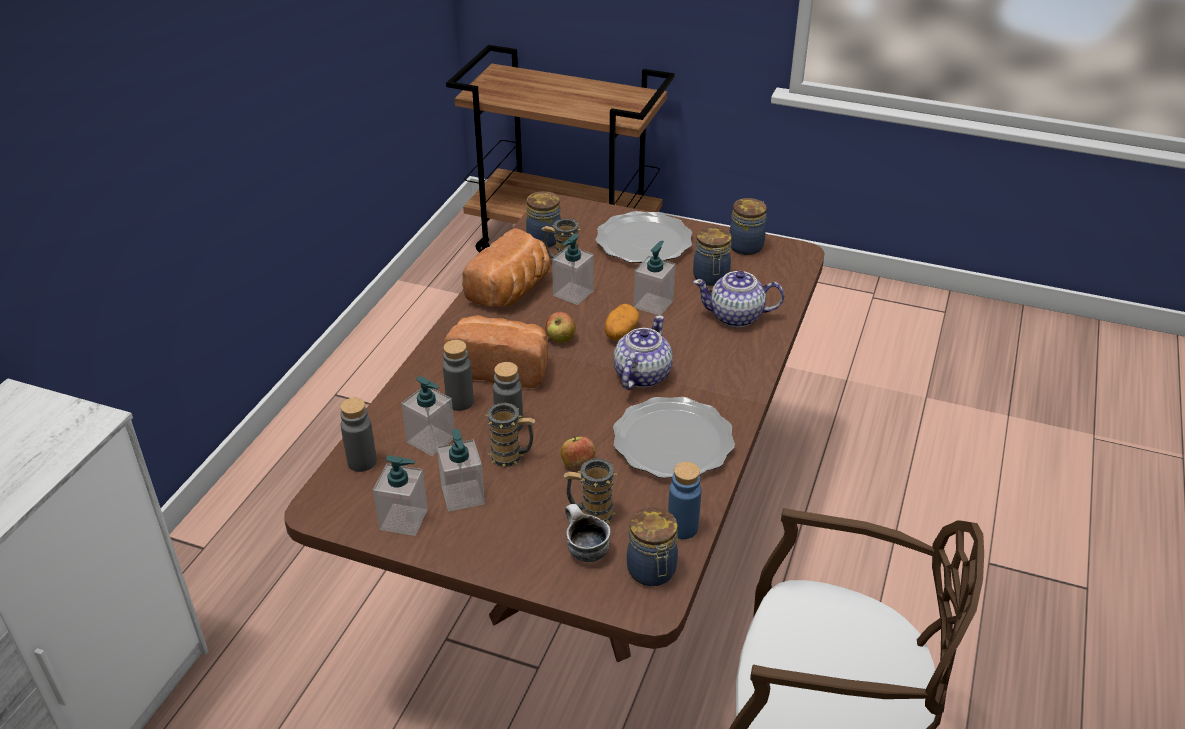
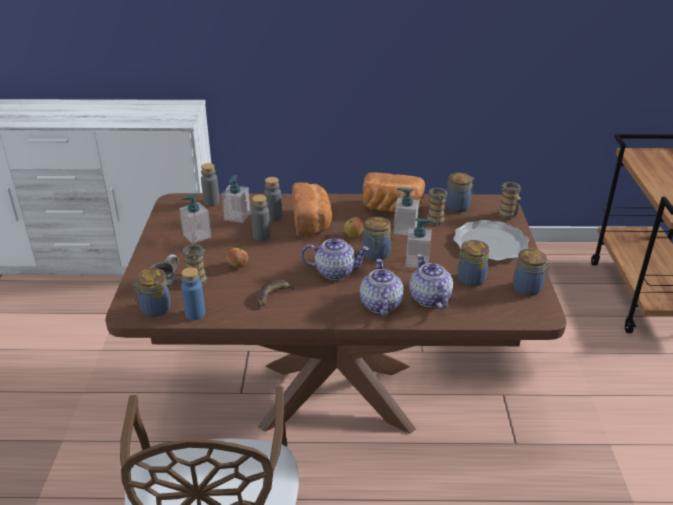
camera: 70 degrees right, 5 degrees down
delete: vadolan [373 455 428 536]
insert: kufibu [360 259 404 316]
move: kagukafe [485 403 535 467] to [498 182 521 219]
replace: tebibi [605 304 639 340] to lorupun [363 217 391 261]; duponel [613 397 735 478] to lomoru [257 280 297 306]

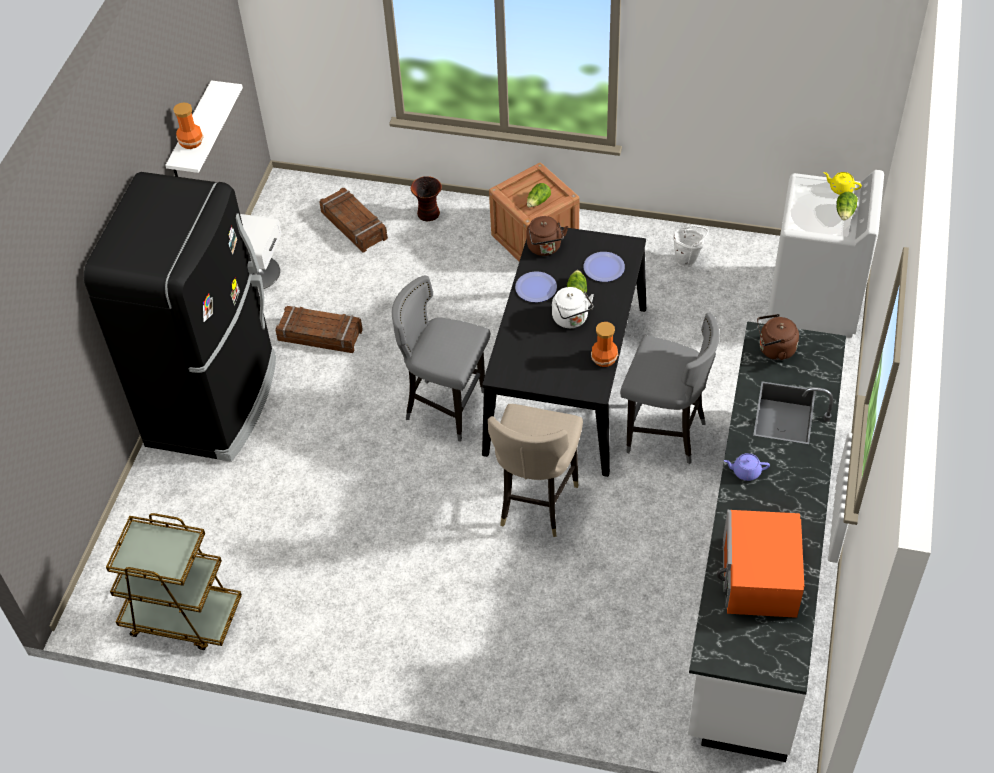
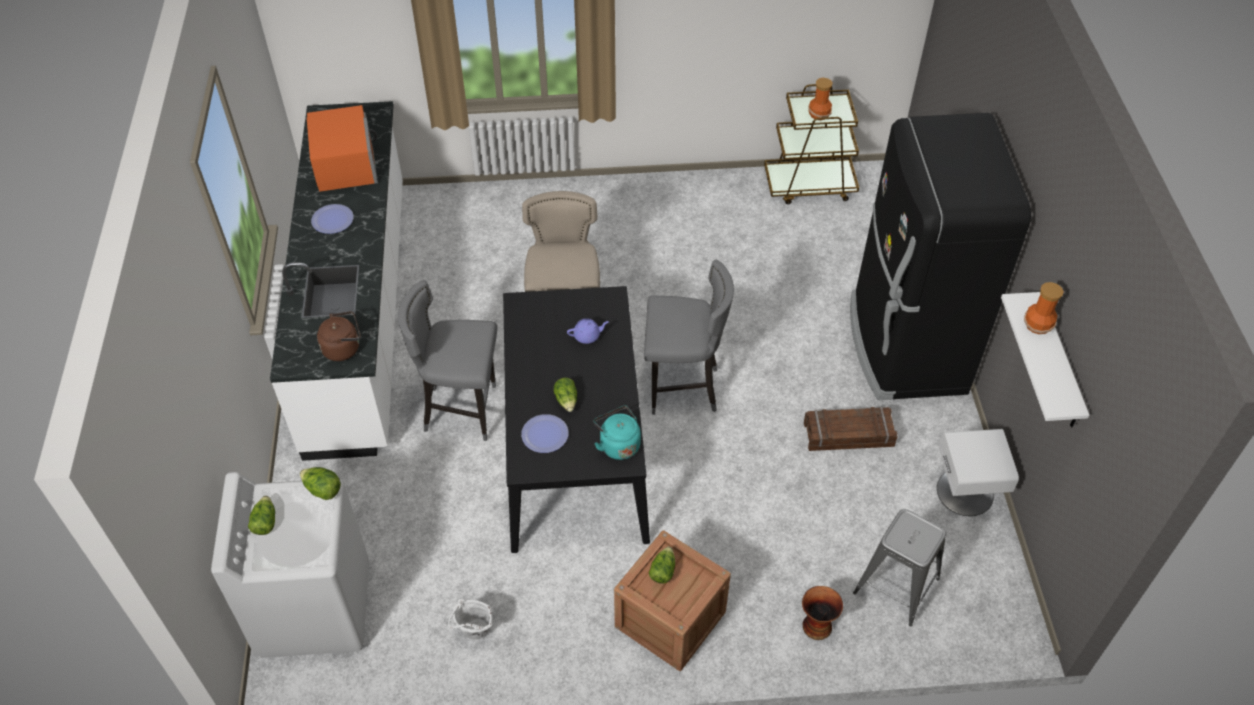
camera: 160 degrees right, 0 degrees up
delete: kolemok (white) [552 287 594 328]; kufibu (yellow) [823 172 862 195]
insert: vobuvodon [300 467 341 500]
move: duponel [515 271 557 302] to [311 204 354 234]; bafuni [591 322 618 367] to [808 78 832 120]; kufibu (purple) [724 453 770 481] to [567 318 609 344]
replace: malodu [319 188 388 252] to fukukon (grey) [853 509 946 627]
recolor: kolemok (brown) [526 216 568 256] to kolemok (turquoise) [594 406 641 460]

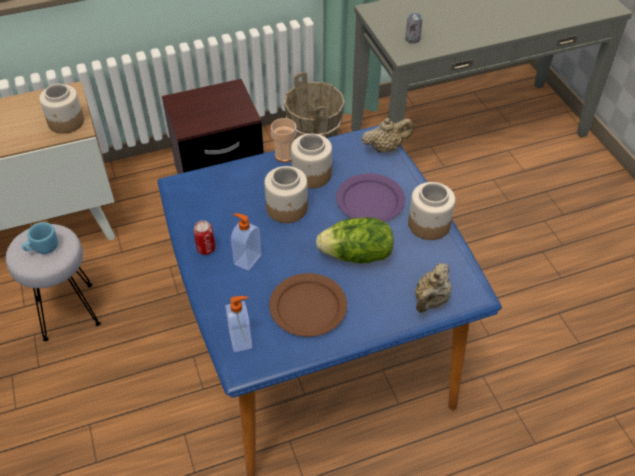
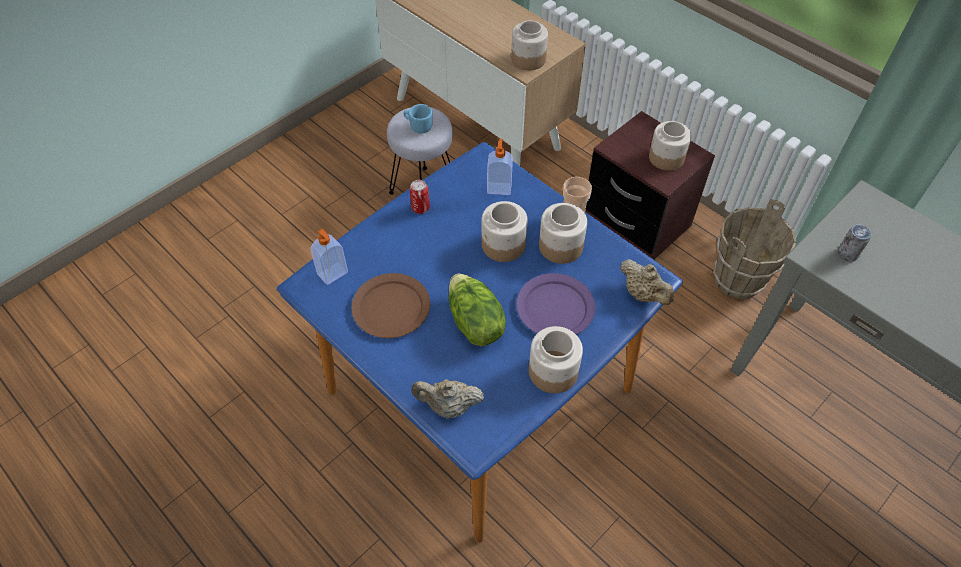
camera: 65 degrees right, 5 degrees up
insert: lorupun [649 121 691 171]
move: vadolan [231 213 262 271] to [487 139 513 195]

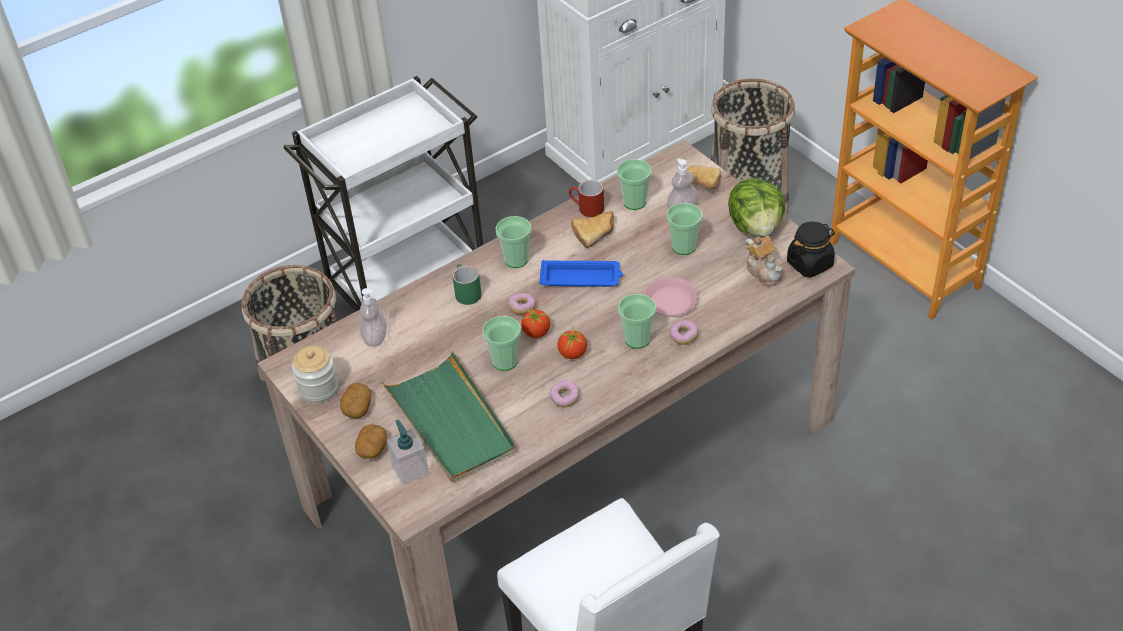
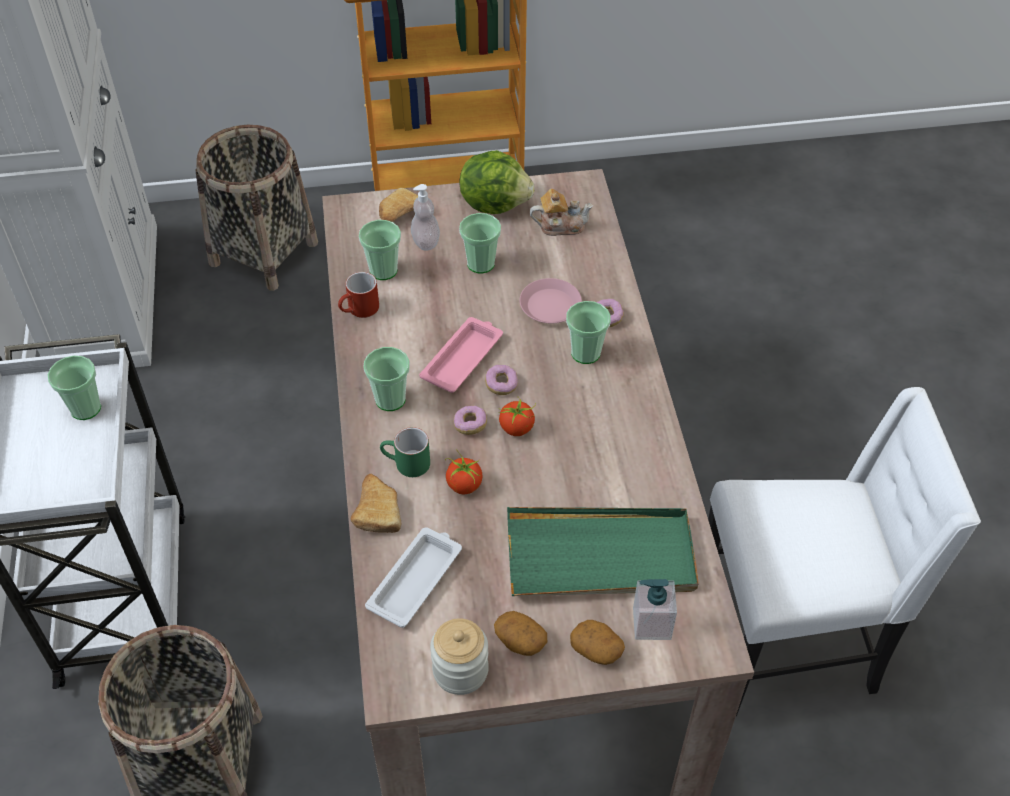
camera: 65 degrees left, 5 degrees up
delete: lorupun (black) [787 222 835 278]
move: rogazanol [482 316 521 371] to [47 356 101 420]; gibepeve [550 380 579 407] to [485 365 518 395]; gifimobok [557 324 587 359] to [445 451 482 494]; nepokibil [571 211 614 248] to [351 474 401 533]
replace: vadolan [360 288 387 347] to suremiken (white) [365 528 462 628]
recolor: suremiken (blue) [539 260 623 287] to suremiken (pink) [419 317 503 393]

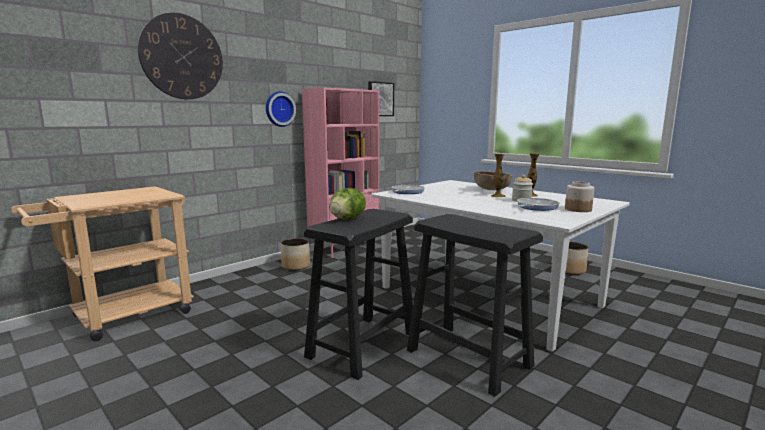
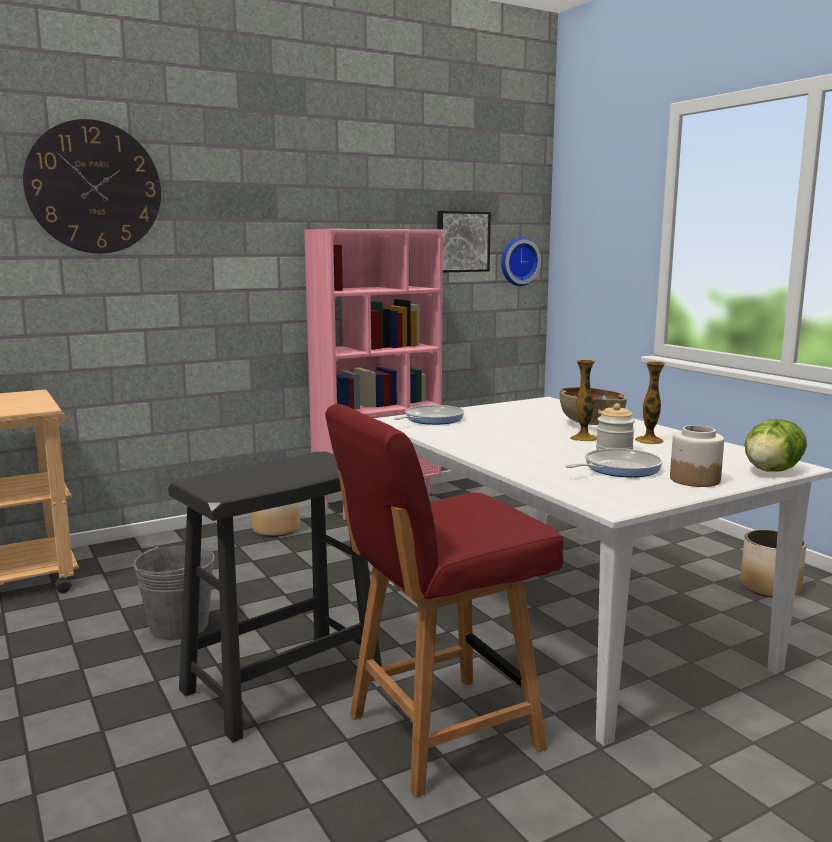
camera: 15 degrees right, 0 degrees up
insert: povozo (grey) [133 545 215 640]
move: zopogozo [266 91 296 127] to [501 237 541 286]; vobuvodon [329 188 366 219] to [745 419 807 472]
replace: fukukon (black) [407 214 543 397] to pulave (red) [325 404 563 798]

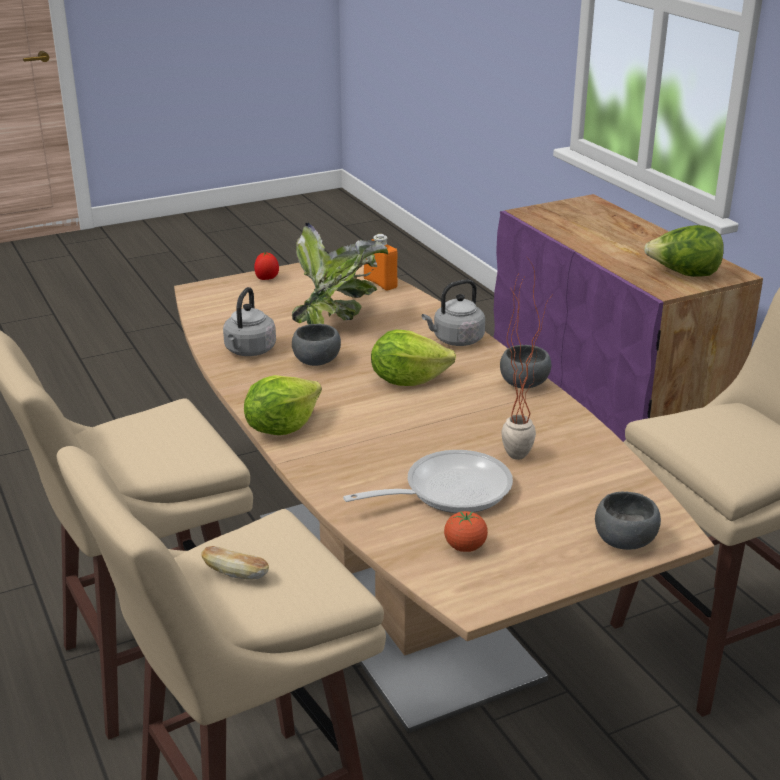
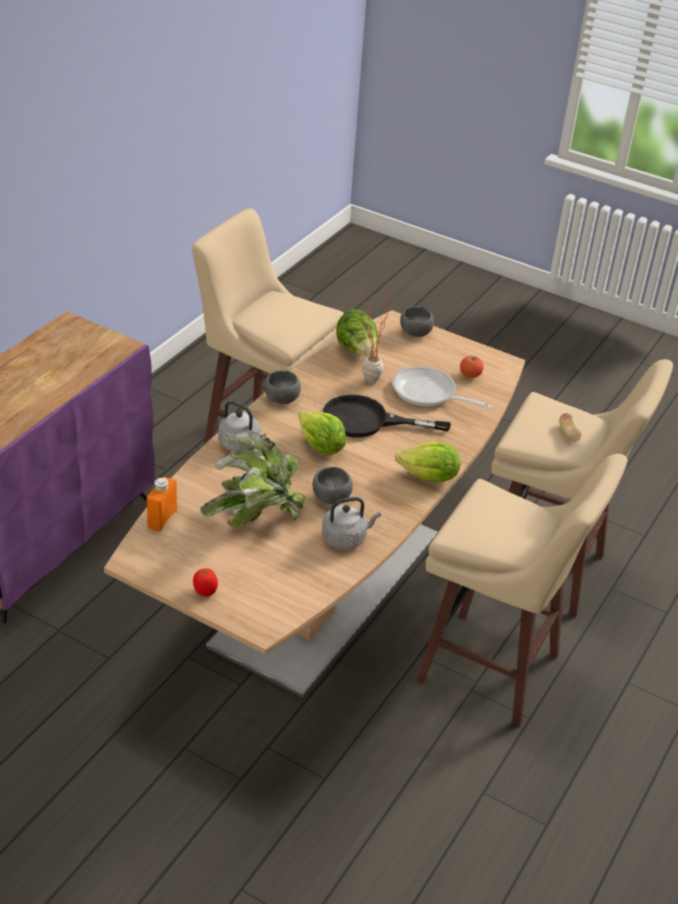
camera: 125 degrees left, 10 degrees up
insert: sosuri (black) [323 394 451 438]
move: vobuvodon [644 225 724 277] to [336 309 379 356]

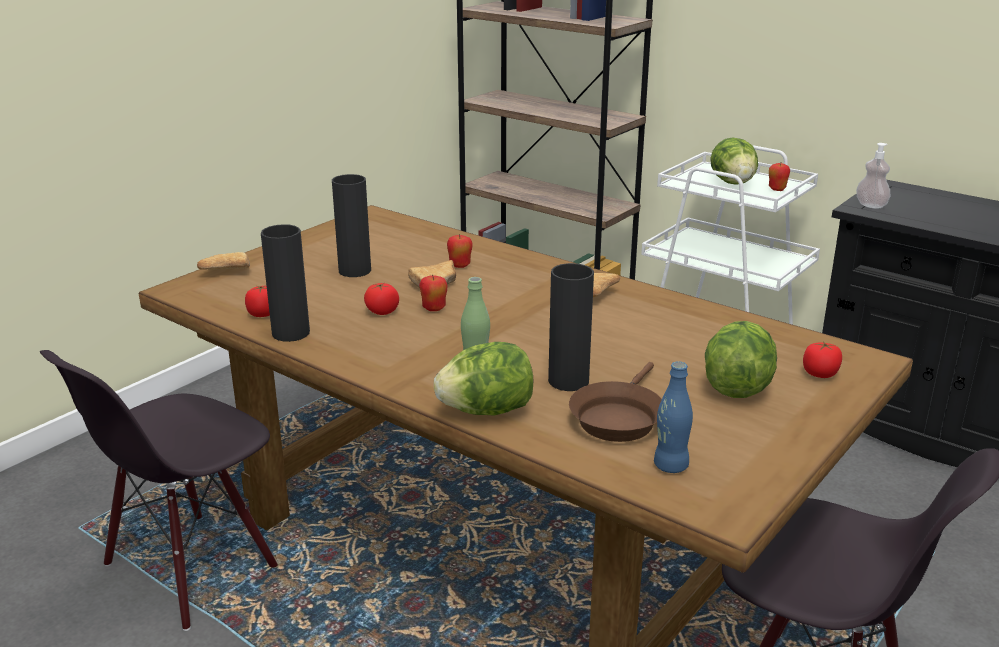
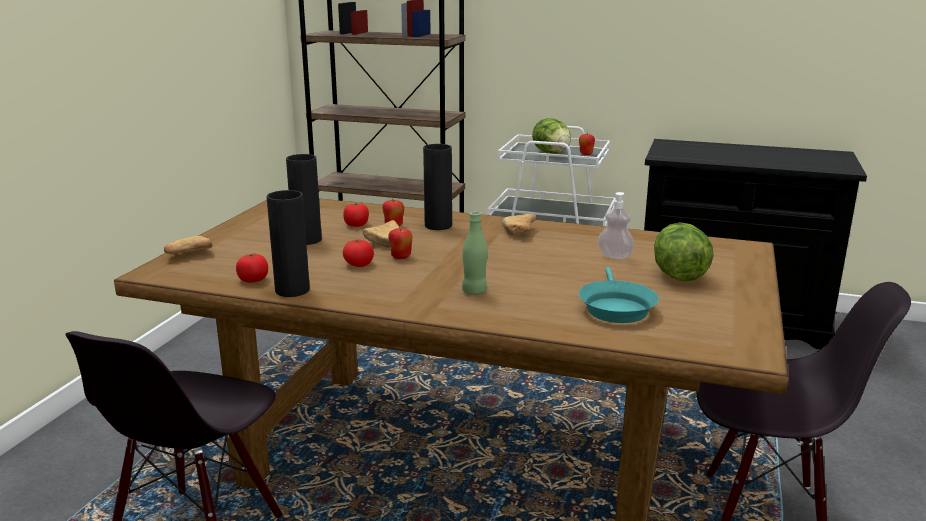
camera: 20 degrees left, 5 degrees down
delete: vobuvodon [434 342 533 416]; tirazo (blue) [654 361 693 473]
move: bafuni (black) [548 263 594 391] to [423 144 452 230]; gifimobok [803 341 842 378] to [343 203 369 227]; vadolan [856 143 890 209] to [598 192 634 259]
recolor: sosuri (brown) [569 362 662 442] to sosuri (turquoise) [579 267 659 323]

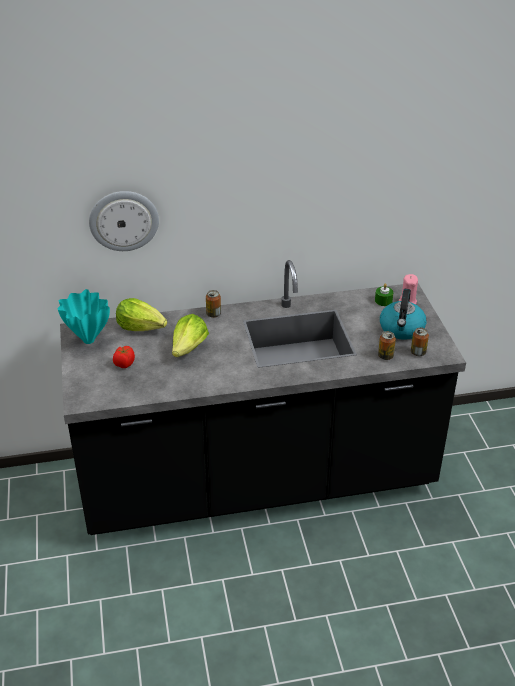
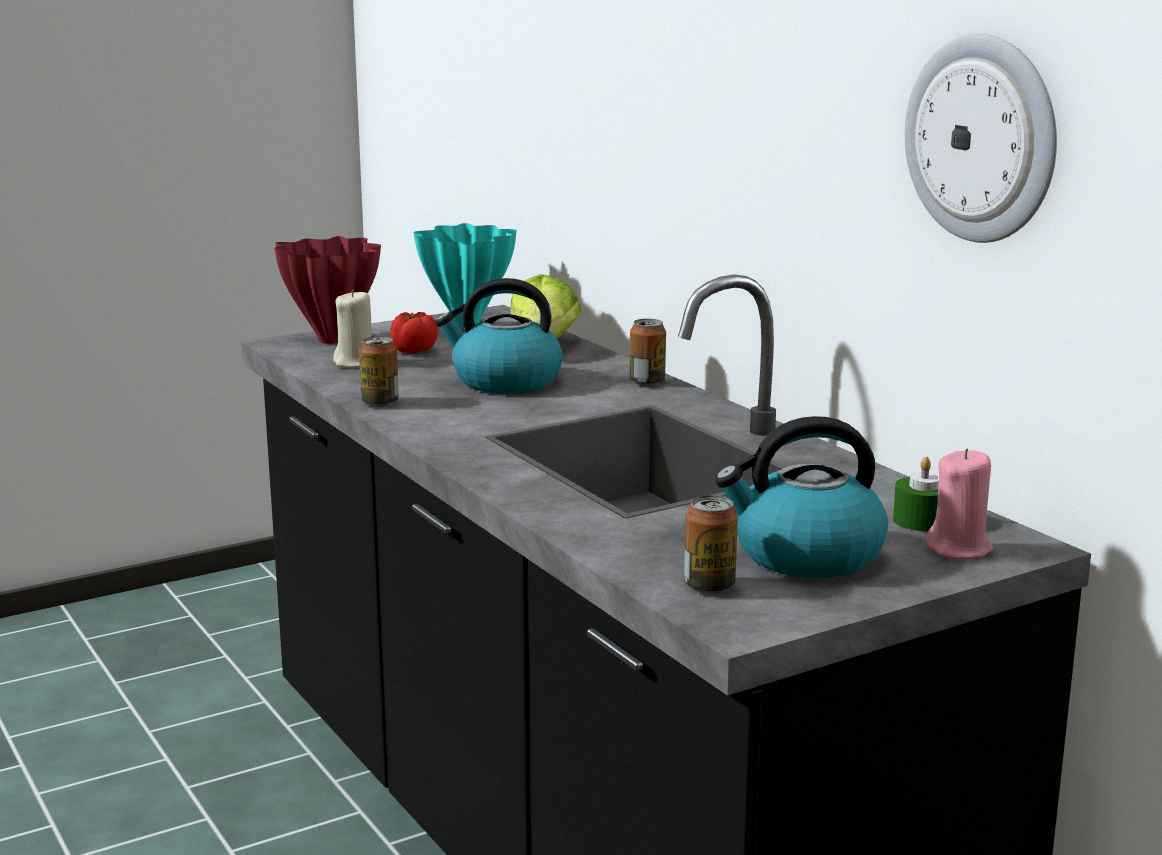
camera: 70 degrees right, 20 degrees down
insert: bafuni (red) [275 236 381 344]; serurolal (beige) [333 290 372 368]
move: zopogozo [89 191 159 251] to [905 33 1057 243]; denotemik [378 331 396 360] to [359 336 399 407]
replace: vobuvodon [172 314 209 357] to kolemok [435 278 563 394]

